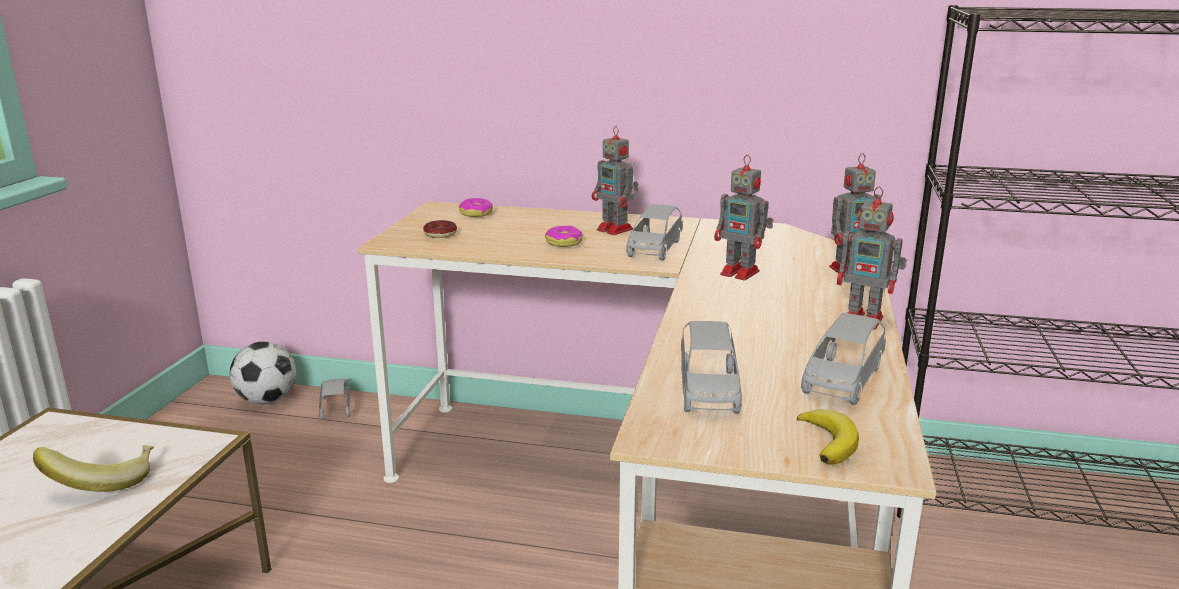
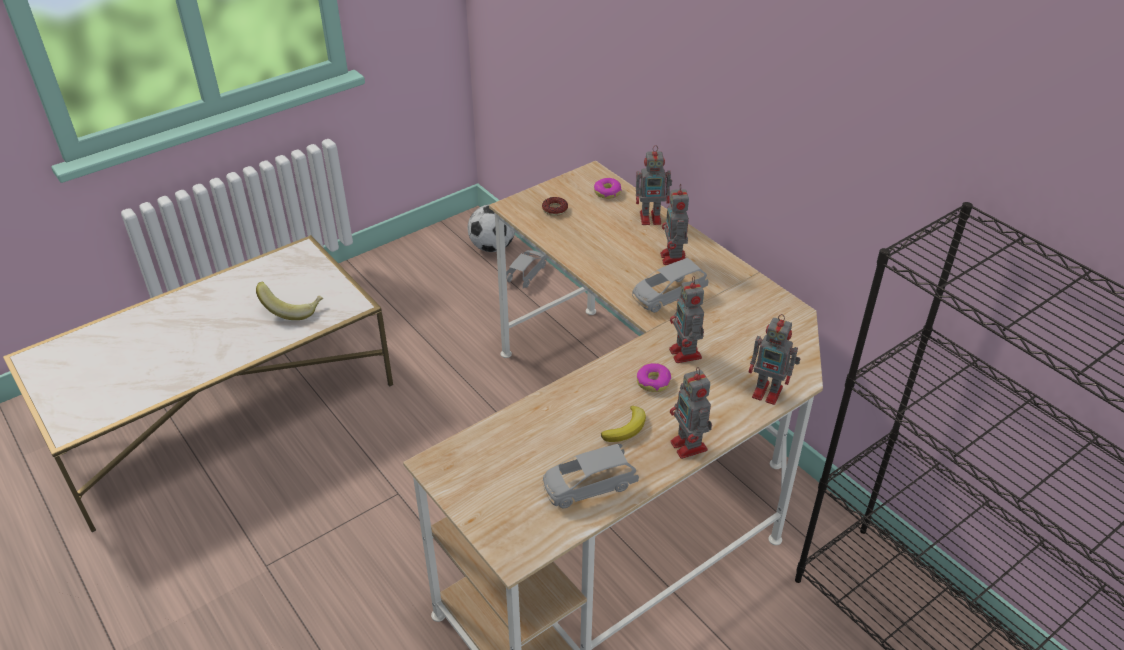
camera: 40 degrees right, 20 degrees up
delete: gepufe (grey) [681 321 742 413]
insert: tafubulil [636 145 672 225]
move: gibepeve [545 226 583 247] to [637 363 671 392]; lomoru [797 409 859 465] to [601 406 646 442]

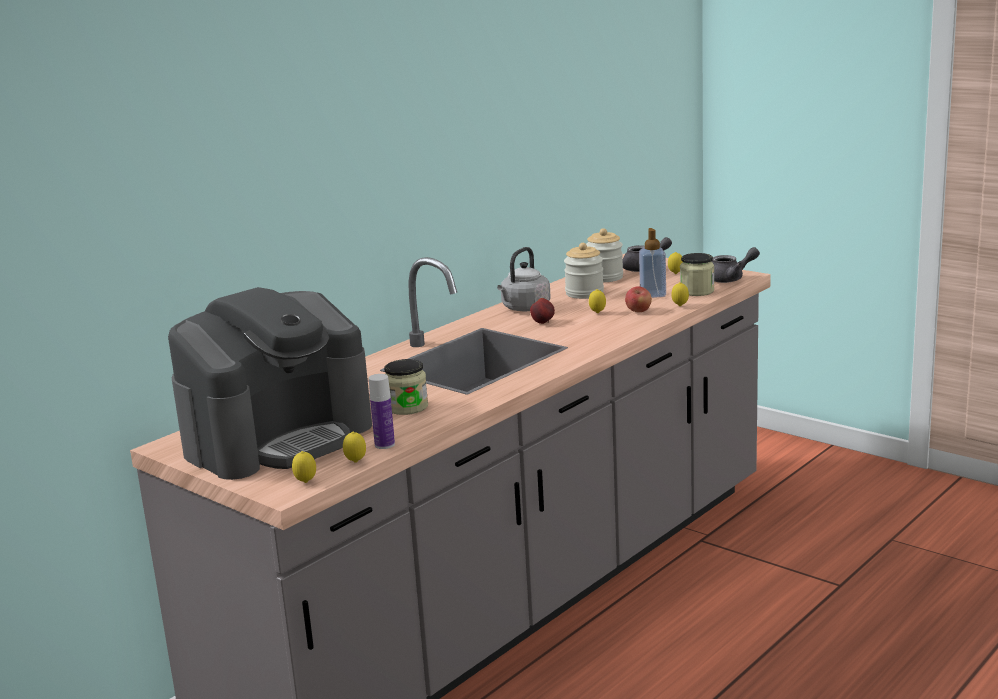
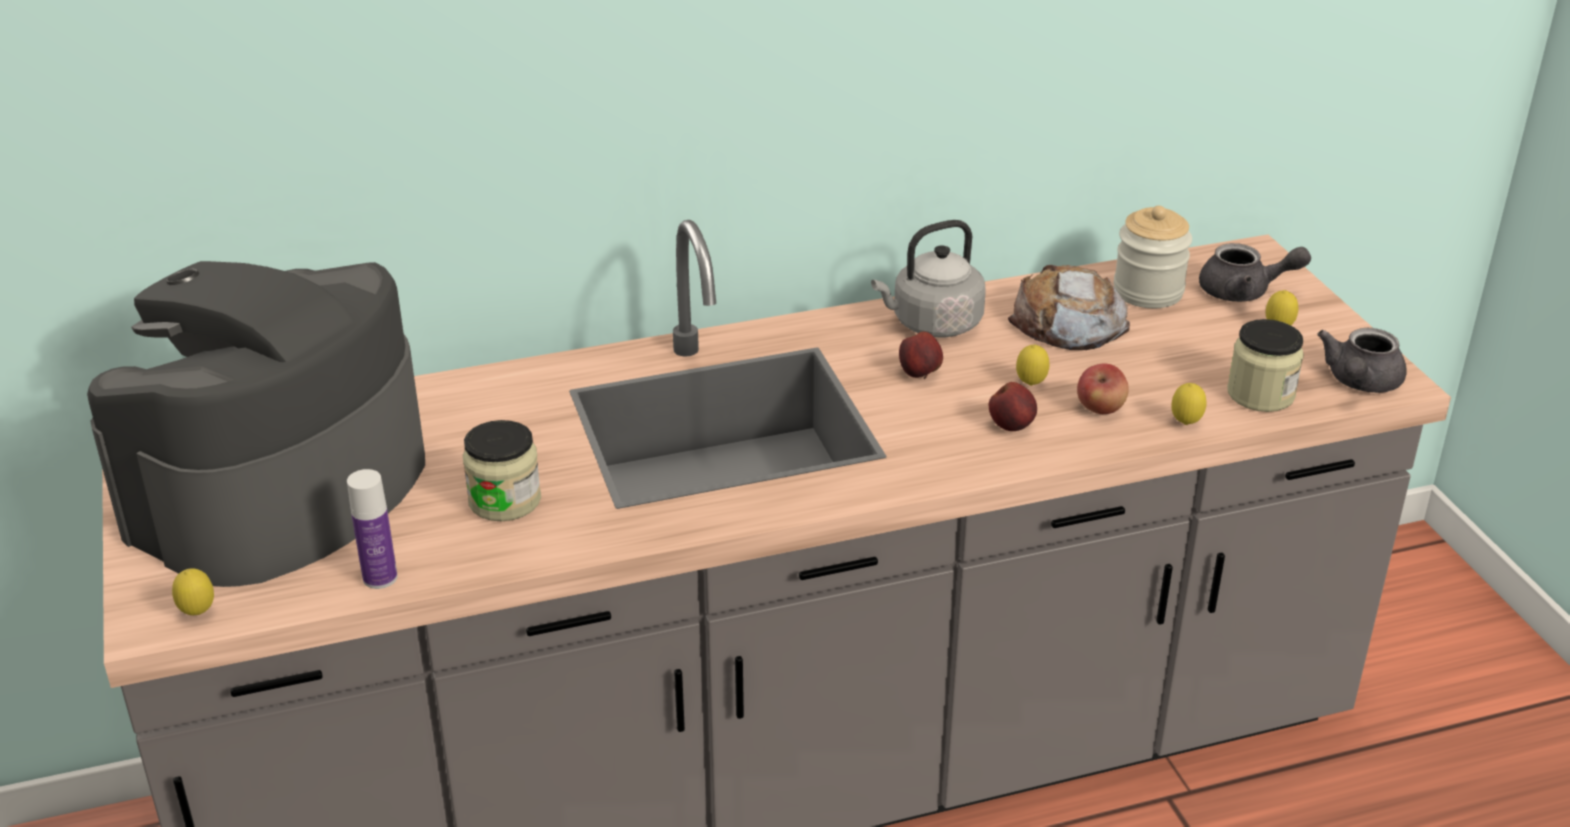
camera: 30 degrees right, 15 degrees up
delete: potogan [343 432 366 463]; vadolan [639 228 666 298]
insert: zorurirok [989 382 1037 431]
replace: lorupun [564 243 604 299] to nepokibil [1008 265 1130 350]
rotate: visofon [168 287 372 480] = [87 261 425 587] 135 degrees clockwise; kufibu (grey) [712 247 760 283] = [1318 328 1407 393] 105 degrees clockwise

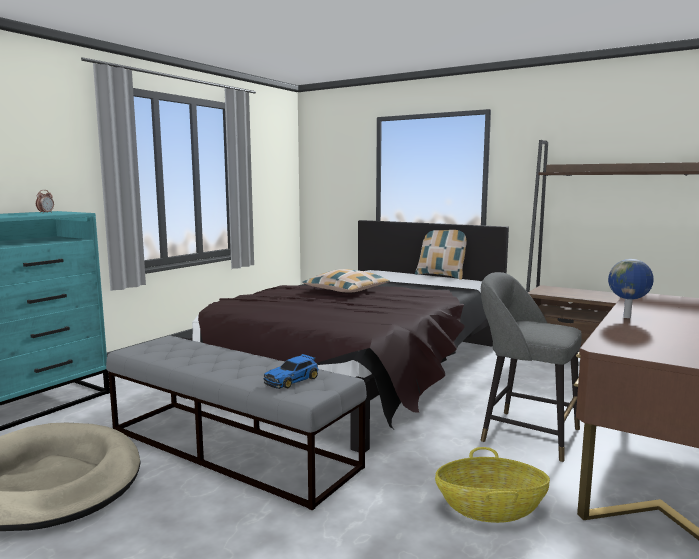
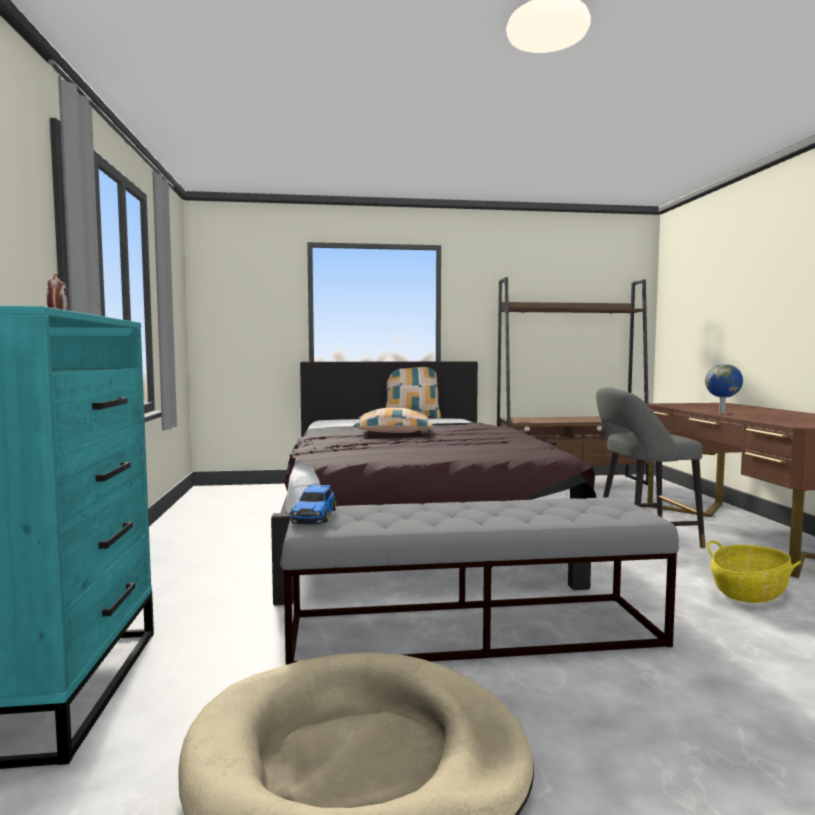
camera: 40 degrees left, 5 degrees down
move: gepufe [264 354 319 389] to [290 485 336 524]

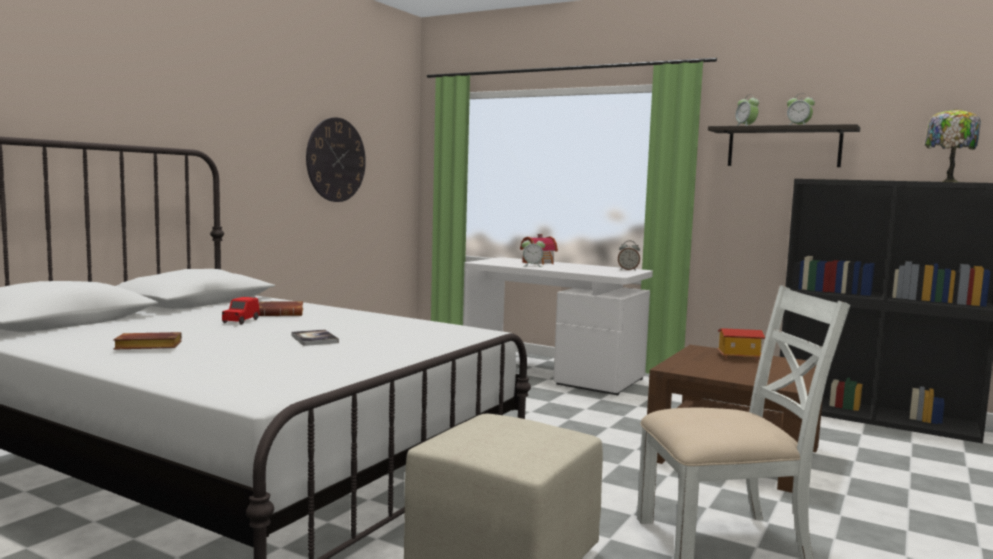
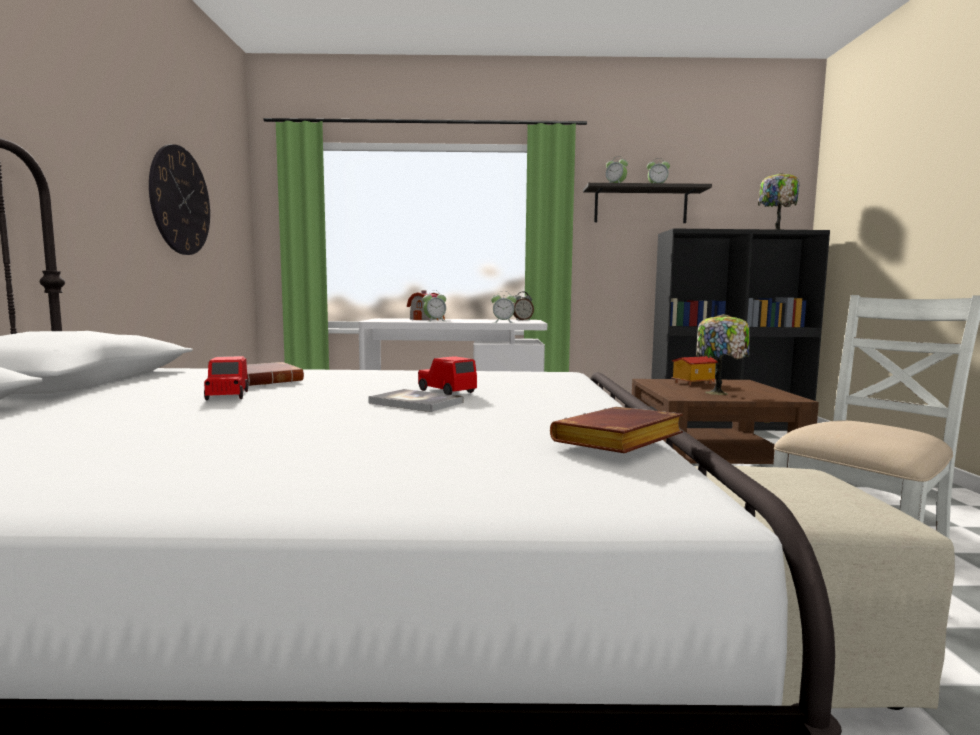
camera: 30 degrees left, 0 degrees up
insert: gepufe (red) [418 356 477 395]; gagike [491 291 517 323]; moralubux [696 314 750 395]
move: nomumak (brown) [113 332 182 350] to [550 407 683 453]

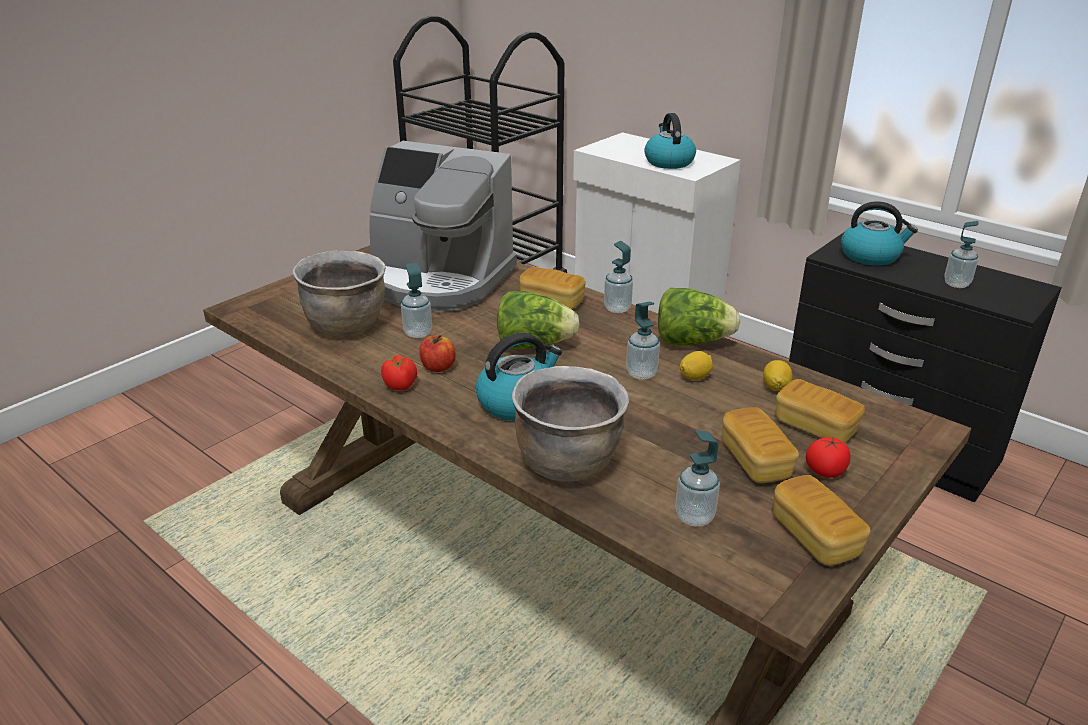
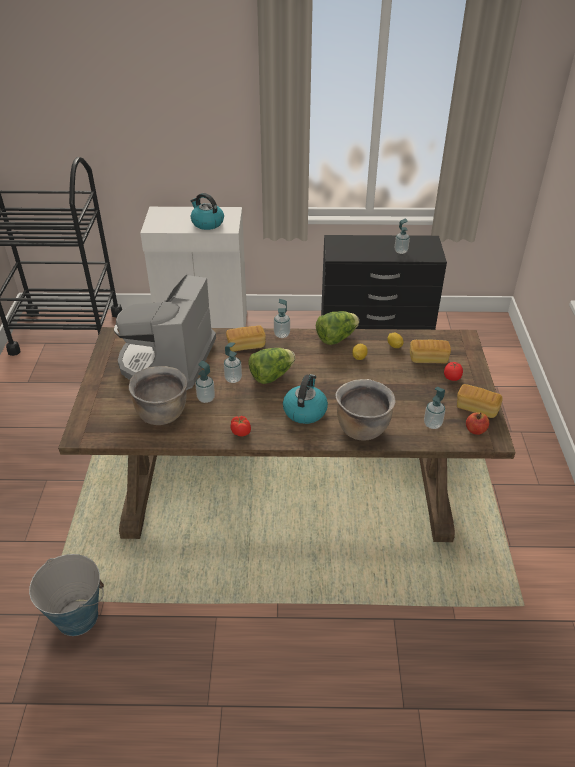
camera: 40 degrees left, 10 degrees up
delete: nepokibil [722 407 799 483]; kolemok [841 201 918 266]
insert: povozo [29 554 104 636]
move: zorurirok [419 335 456 372] to [466 412 489 435]; vadolan [626 301 660 380] to [224 342 242 383]
rotate: visofon [369 141 517 312] = [114 274 216 390] 120 degrees clockwise

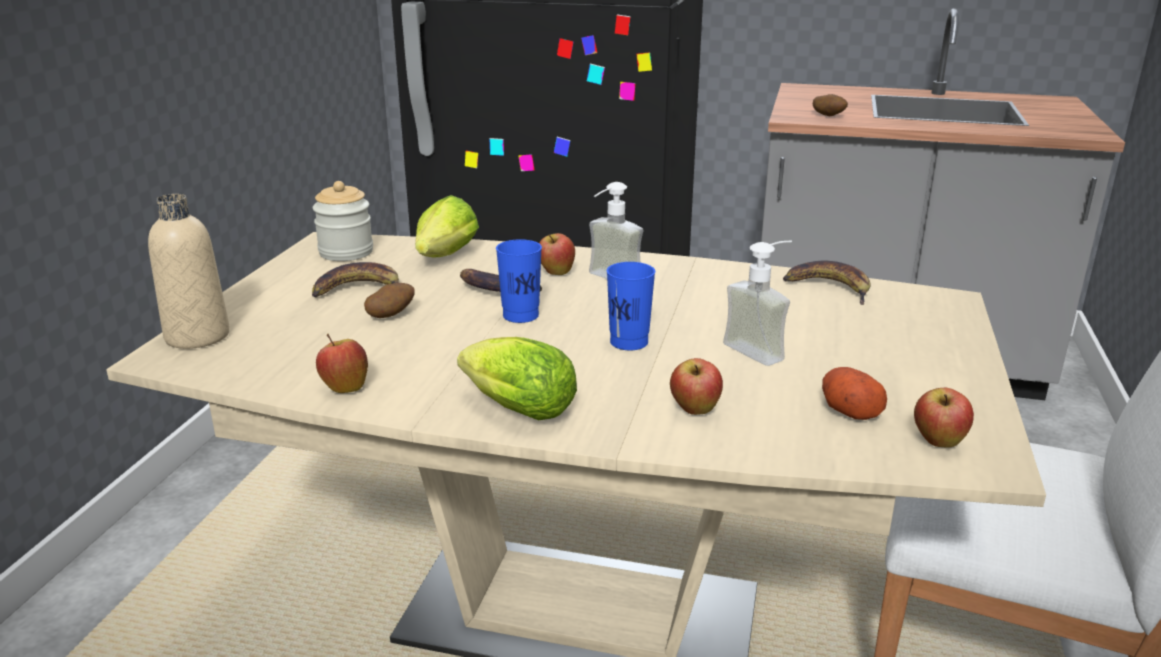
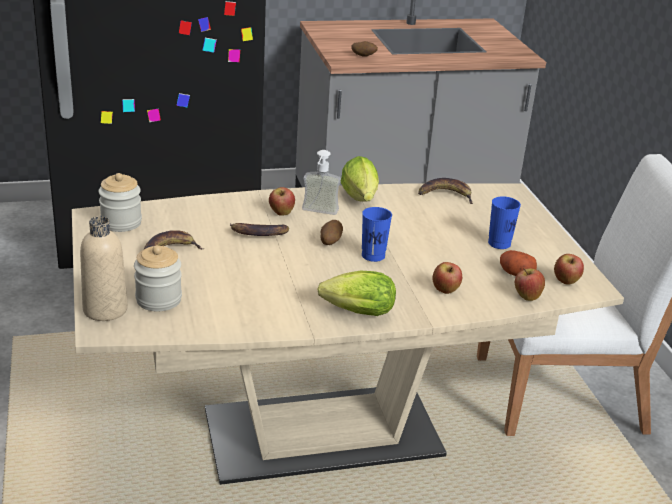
camera: 30 degrees left, 5 degrees up
delete: vadolan [723 241 792 366]
insert: lorupun [134 245 182 311]
move: zorurirok [316 334 368 393] to [515 268 545 301]; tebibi [364 283 415 318] to [320 220 343 245]; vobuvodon [415 195 479 258] to [341 156 379 201]; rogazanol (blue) [496 239 542 323] to [488 196 521 249]

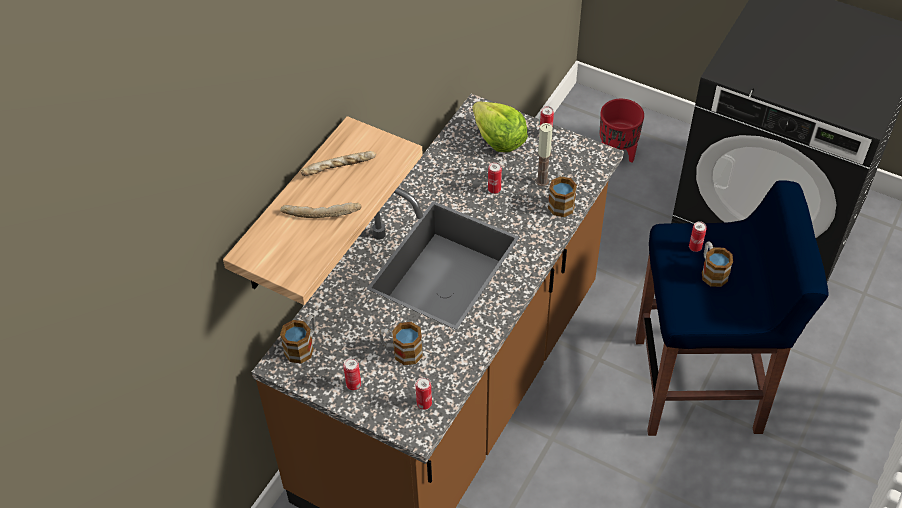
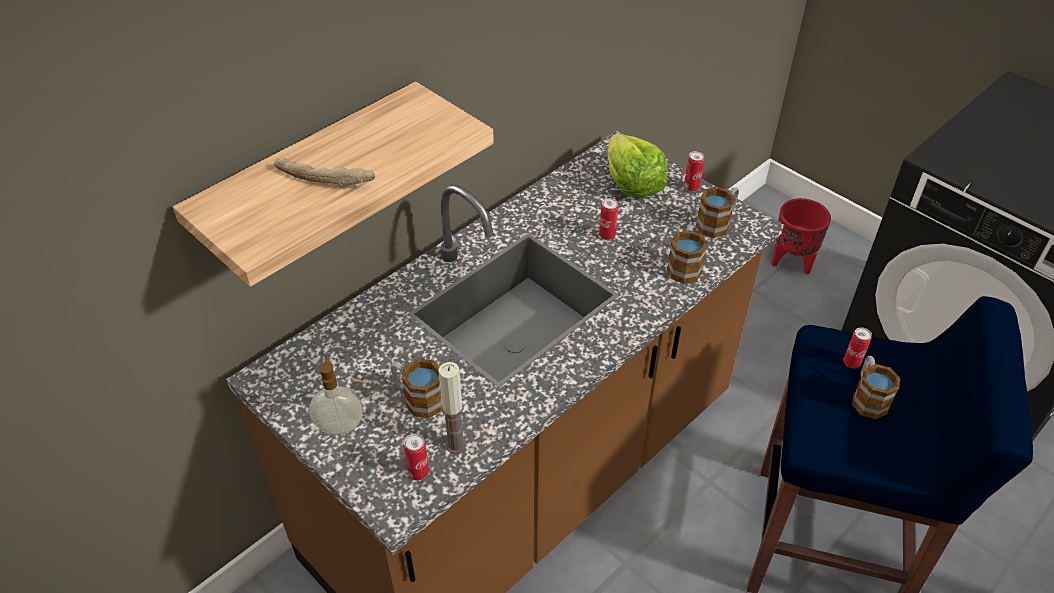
camera: 15 degrees right, 5 degrees down
delete: nepokibil [301 151 377 176]
move: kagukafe [280 315 316 364] to [696 187 739 238]; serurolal [536 123 553 186] to [438 362 466 454]
replace: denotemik [343 358 361 390] to vadolan [309 356 363 435]

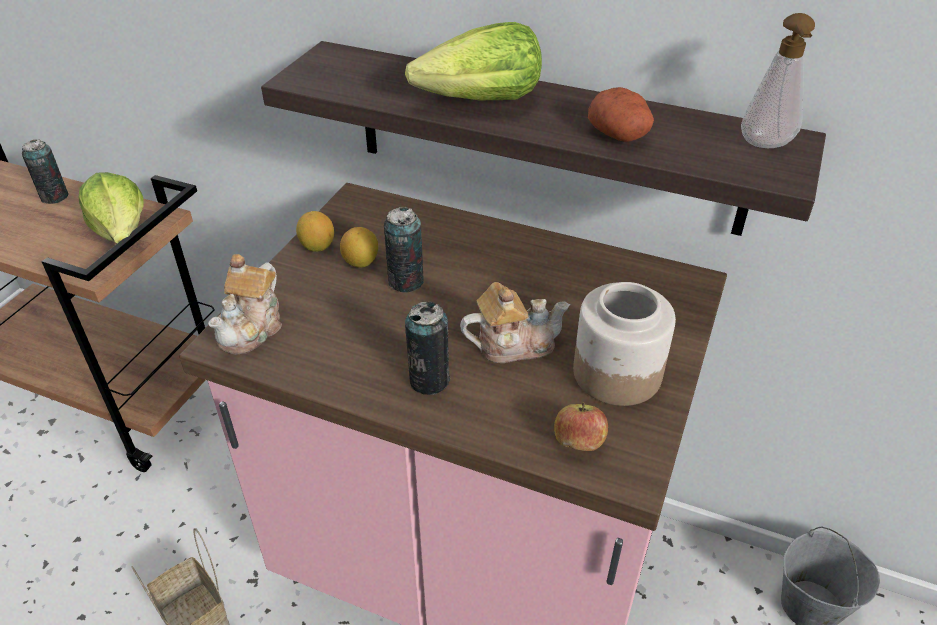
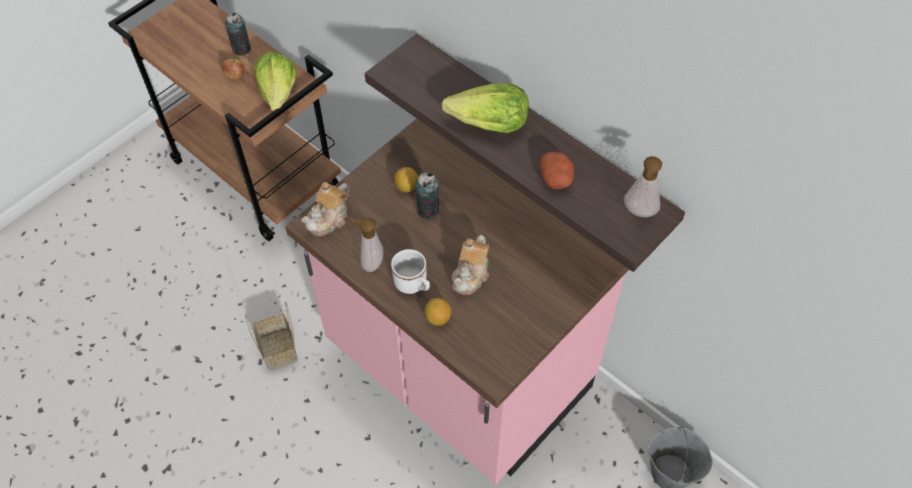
camera: 20 degrees right, 15 degrees up
delete: lorupun [573 282 676 406]
insert: vadolan [352 218 384 272]
move: potogan [296 211 334 252] to [425 298 451 326]; zorurirok [554 402 608 451] to [222 59 245 80]
replace: denotemik [405 301 450 395] to kagukafe (white) [391 249 430 294]
rotate: kufibu [460 282 570 363] = [451 235 489 295] 105 degrees clockwise

